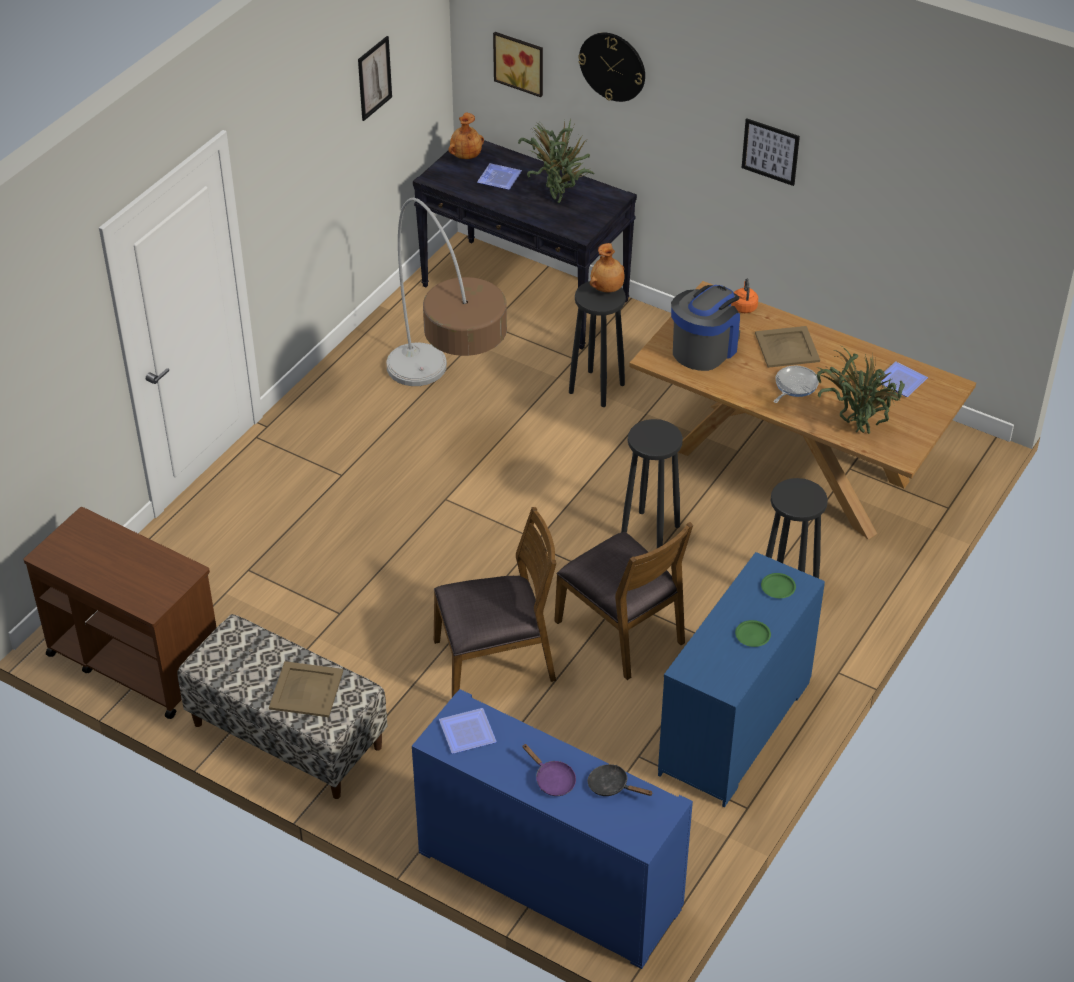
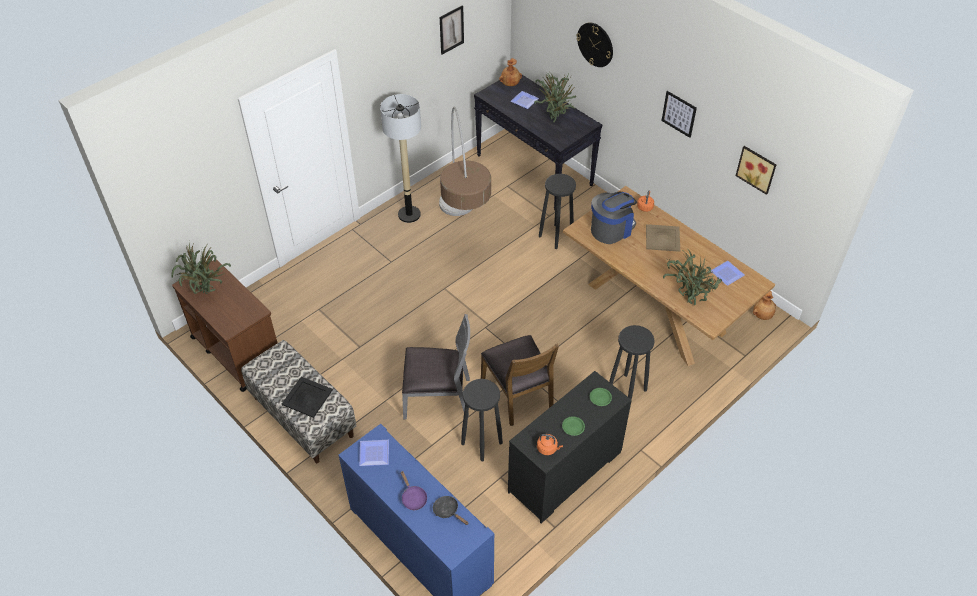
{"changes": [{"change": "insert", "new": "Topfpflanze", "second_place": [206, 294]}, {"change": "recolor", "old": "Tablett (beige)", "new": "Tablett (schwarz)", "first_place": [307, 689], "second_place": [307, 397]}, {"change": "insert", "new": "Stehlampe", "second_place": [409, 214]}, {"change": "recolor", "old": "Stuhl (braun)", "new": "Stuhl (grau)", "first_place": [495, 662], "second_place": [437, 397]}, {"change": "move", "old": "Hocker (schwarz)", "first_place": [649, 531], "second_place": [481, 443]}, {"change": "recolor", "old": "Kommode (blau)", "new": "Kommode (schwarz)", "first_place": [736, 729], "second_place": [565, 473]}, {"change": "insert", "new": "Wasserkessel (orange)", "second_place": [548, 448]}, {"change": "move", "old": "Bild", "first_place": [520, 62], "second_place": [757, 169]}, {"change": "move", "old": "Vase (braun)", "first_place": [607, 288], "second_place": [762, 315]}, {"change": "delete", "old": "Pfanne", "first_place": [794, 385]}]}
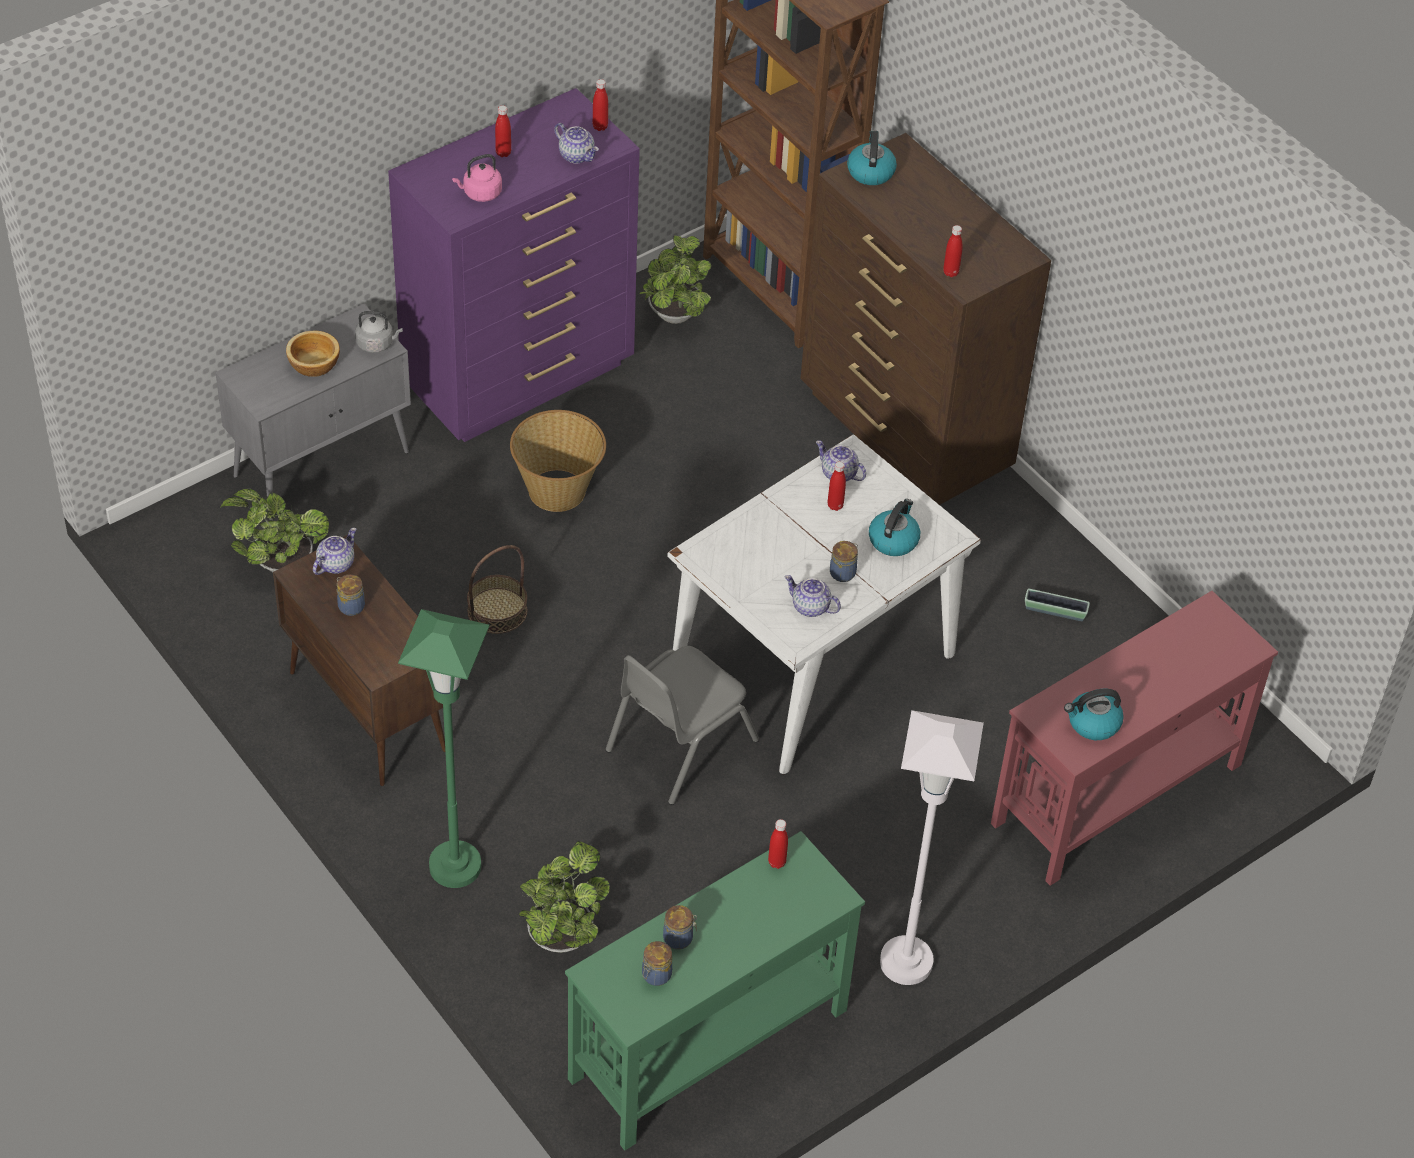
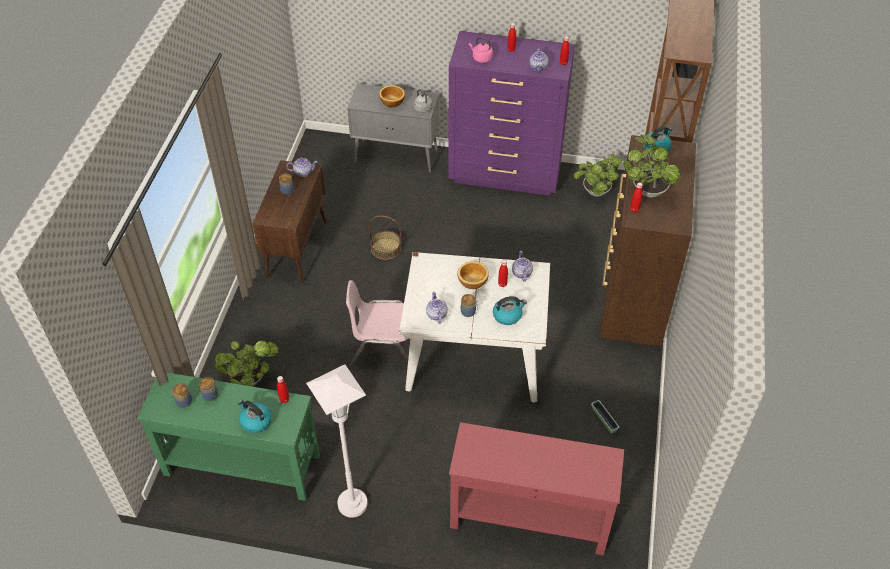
{"changes": [{"change": "move", "old": "Wasserkessel", "first_place": [1093, 723], "second_place": [255, 421]}, {"change": "recolor", "old": "Stuhl (grau)", "new": "Stuhl (rosa)", "first_place": [679, 744], "second_place": [383, 347]}, {"change": "insert", "new": "Schüssel", "second_place": [472, 281]}, {"change": "move", "old": "Topfpflanze", "first_place": [279, 562], "second_place": [647, 189]}, {"change": "delete", "old": "Stehlampe (grün)", "first_place": [455, 866]}, {"change": "delete", "old": "Korb", "first_place": [558, 490]}]}
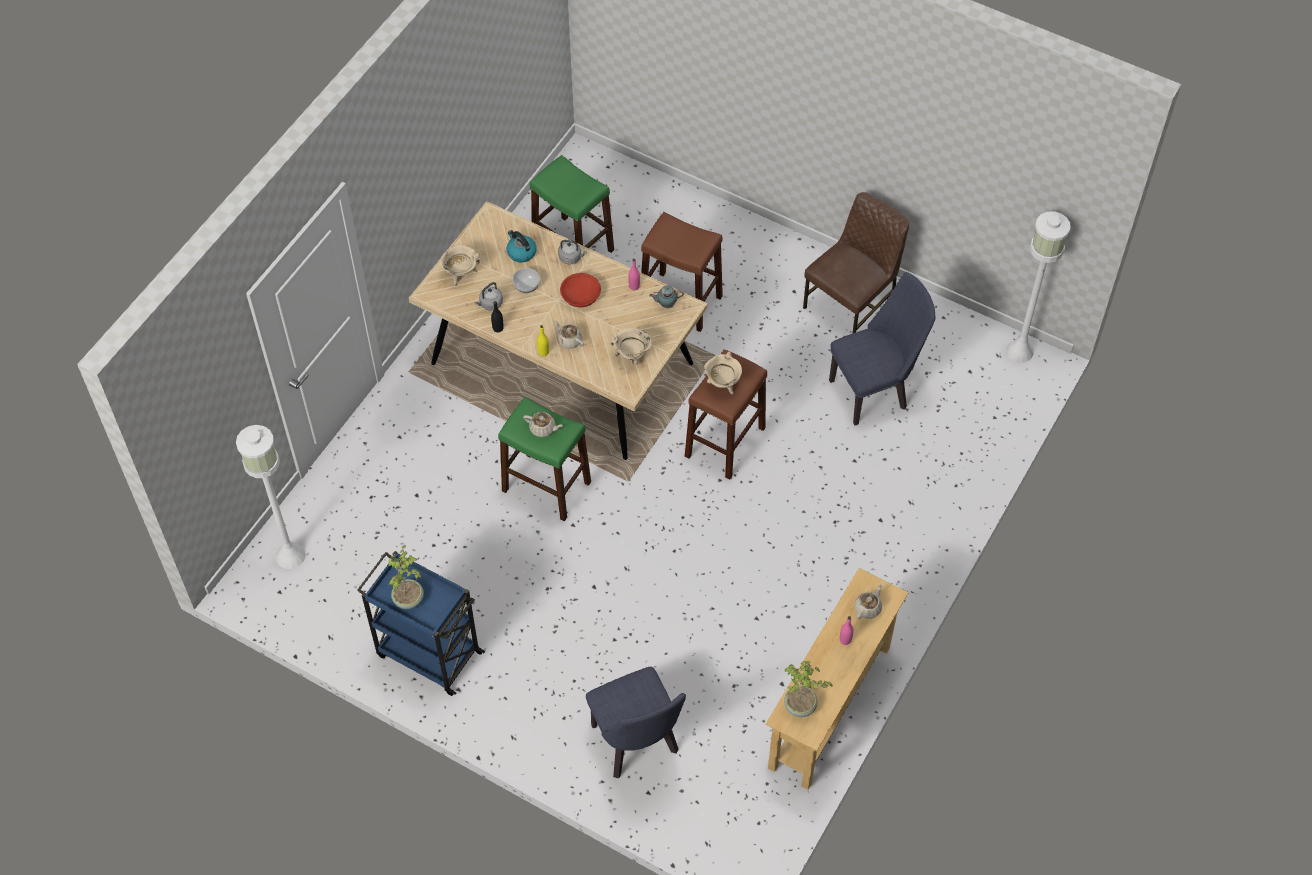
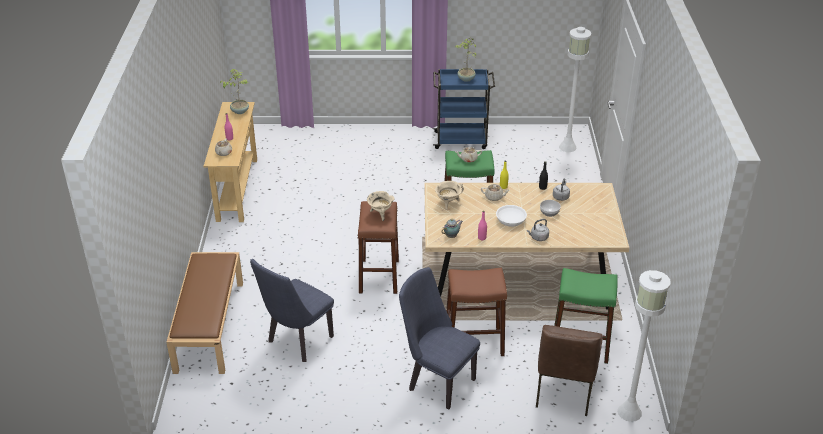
{"changes": [{"change": "insert", "new": "Bank (braun)", "second_place": [209, 325]}, {"change": "move", "old": "Stuhl (blau)", "first_place": [637, 745], "second_place": [437, 381]}, {"change": "recolor", "old": "Schüssel (rot)", "new": "Schüssel (weiß)", "first_place": [580, 295], "second_place": [511, 220]}, {"change": "move", "old": "Stuhl (braun)", "first_place": [851, 304], "second_place": [564, 390]}, {"change": "move", "old": "Stehlampe (weiß)", "first_place": [1020, 351], "second_place": [629, 412]}, {"change": "delete", "old": "Kochtopf (beige)", "first_place": [461, 274]}, {"change": "delete", "old": "Wasserkessel", "first_place": [521, 252]}]}
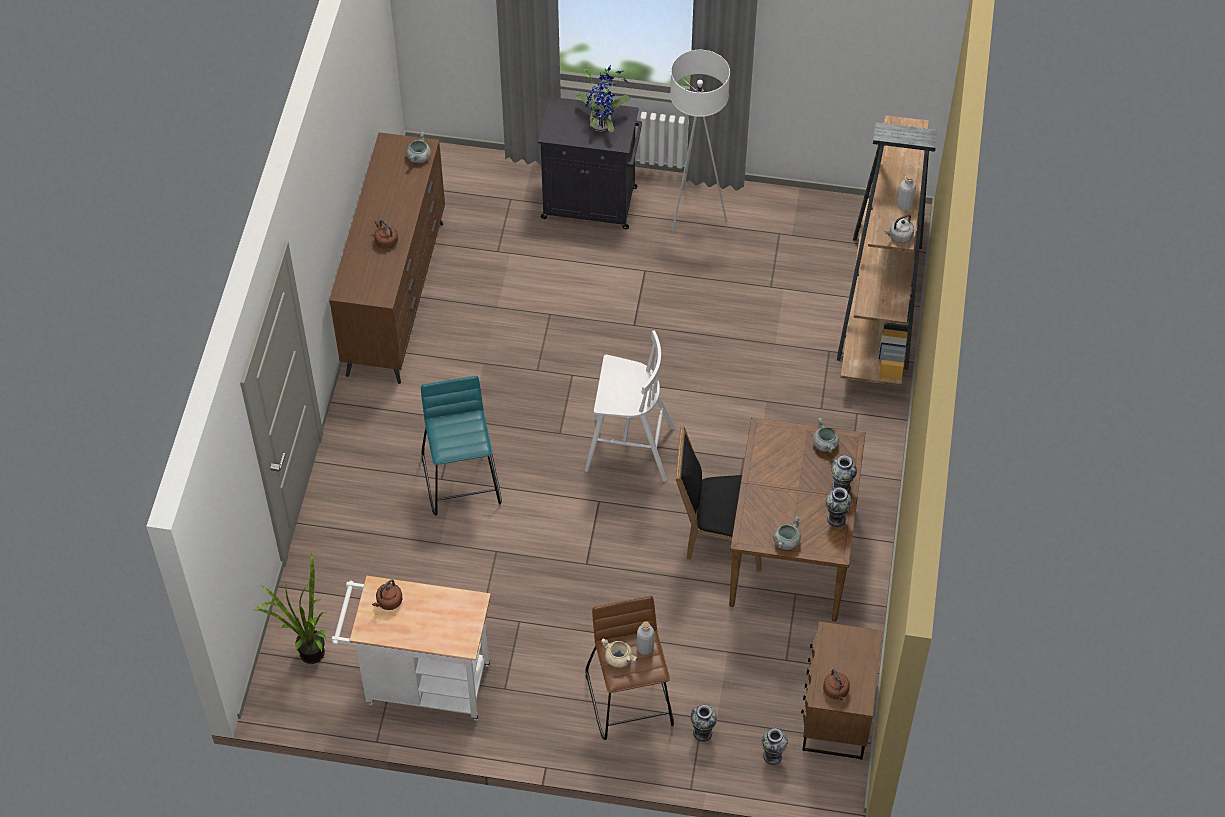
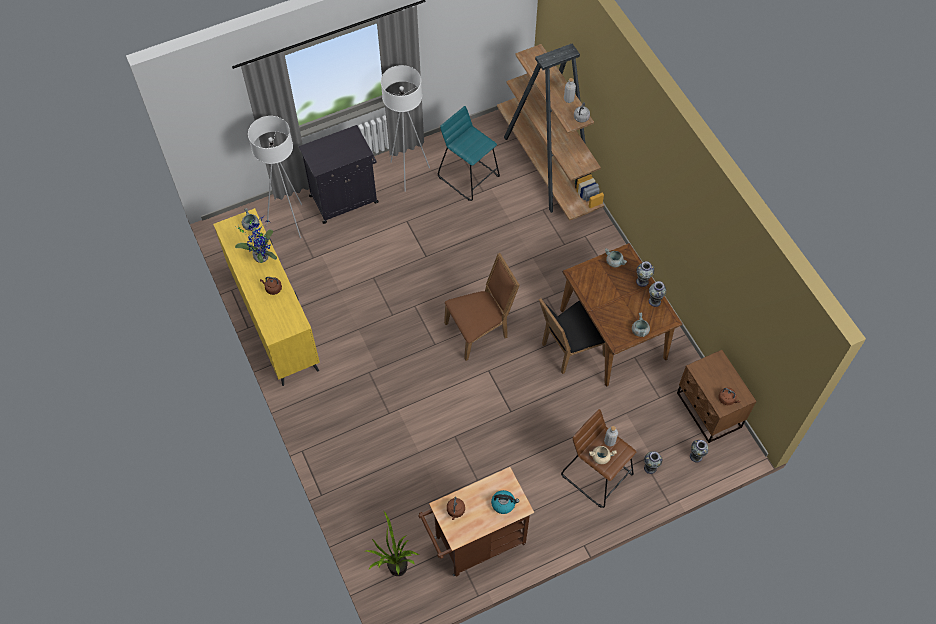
{"changes": [{"change": "recolor", "old": "Kommode (braun)", "new": "Kommode (gelb)", "first_place": [396, 297], "second_place": [275, 320]}, {"change": "move", "old": "Topfpflanze", "first_place": [602, 123], "second_place": [261, 255]}, {"change": "insert", "new": "Stehlampe (weiß)", "second_place": [290, 221]}, {"change": "recolor", "old": "Rollwagen (weiß)", "new": "Rollwagen (braun)", "first_place": [420, 683], "second_place": [475, 543]}, {"change": "move", "old": "Hocker (türkis)", "first_place": [462, 480], "second_place": [469, 176]}, {"change": "replace", "old": "Hocker (weiß)", "new": "Stuhl (braun)", "first_place": [627, 449], "second_place": [480, 330]}, {"change": "insert", "new": "Wasserkessel", "second_place": [503, 504]}]}
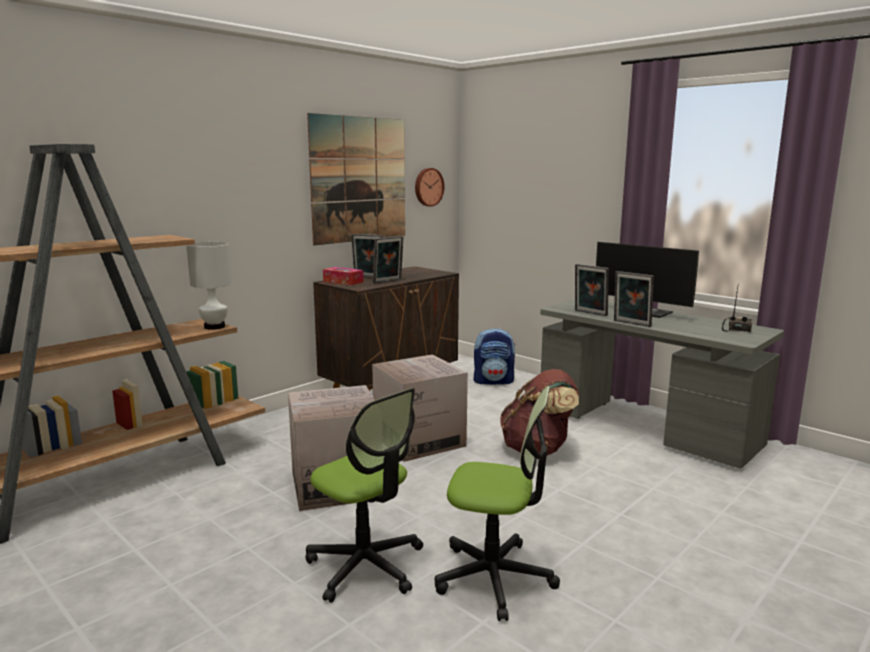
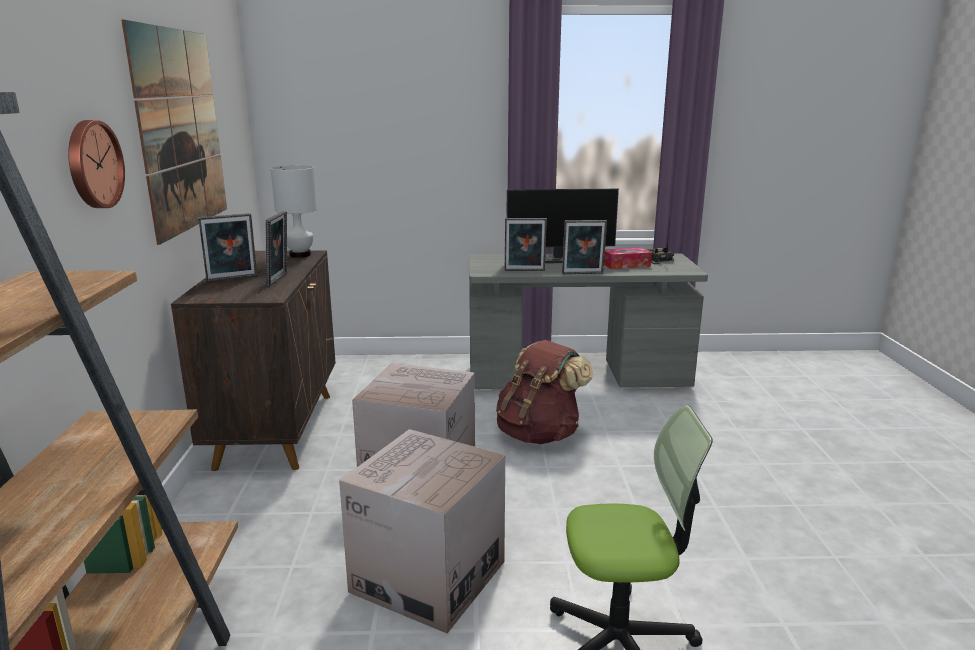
{"changes": [{"change": "move", "old": "Wanduhr", "first_place": [428, 187], "second_place": [92, 164]}, {"change": "move", "old": "Tischlampe (weiß)", "first_place": [215, 326], "second_place": [300, 255]}, {"change": "move", "old": "Taschentuchbox", "first_place": [343, 282], "second_place": [626, 265]}, {"change": "delete", "old": "Bürostuhl", "first_place": [494, 577]}, {"change": "delete", "old": "Rucksack", "first_place": [493, 381]}]}
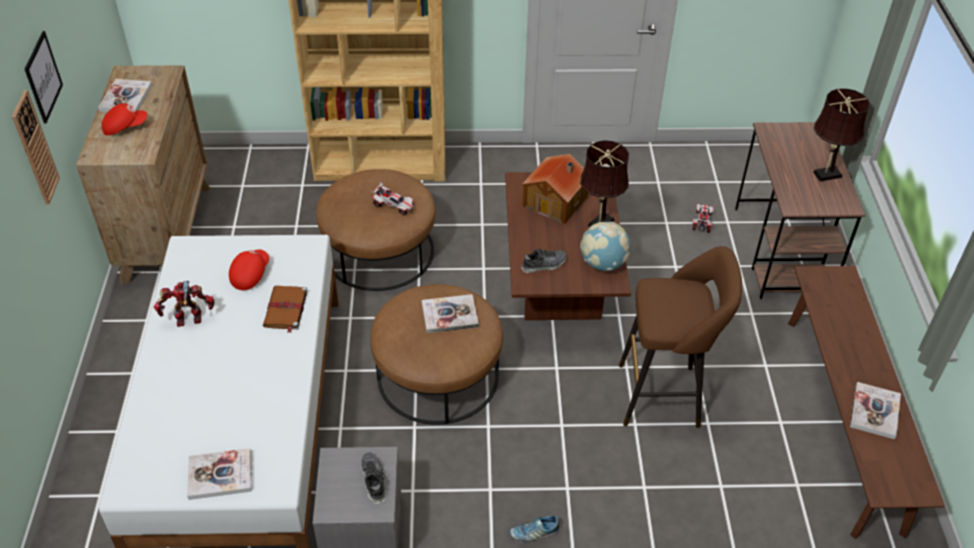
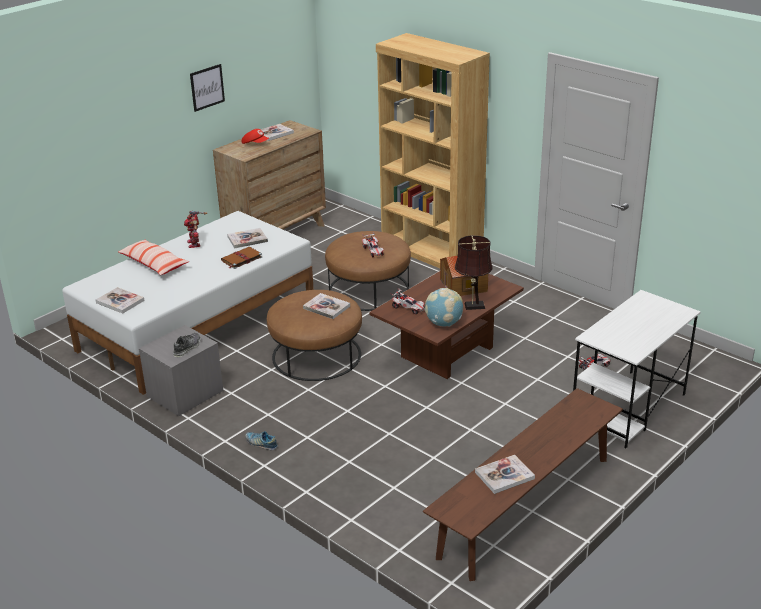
{"changes": [{"change": "insert", "new": "Kissen", "second_place": [154, 264]}, {"change": "rotate", "old": "Spielzeugroboter", "first_place": [189, 320], "second_place": [195, 243], "degrees": -135}, {"change": "replace", "old": "Kappe (rot)", "new": "Buch", "first_place": [250, 274], "second_place": [247, 239]}, {"change": "replace", "old": "Schuh", "new": "Spielzeugauto", "first_place": [543, 265], "second_place": [408, 308]}, {"change": "recolor", "old": "Schreibtisch (braun)", "new": "Schreibtisch (weiß)", "first_place": [782, 252], "second_place": [628, 408]}, {"change": "delete", "old": "Wanduhr", "first_place": [35, 148]}, {"change": "delete", "old": "Hocker (braun)", "first_place": [665, 395]}, {"change": "delete", "old": "Tischlampe (braun)", "first_place": [825, 175]}]}
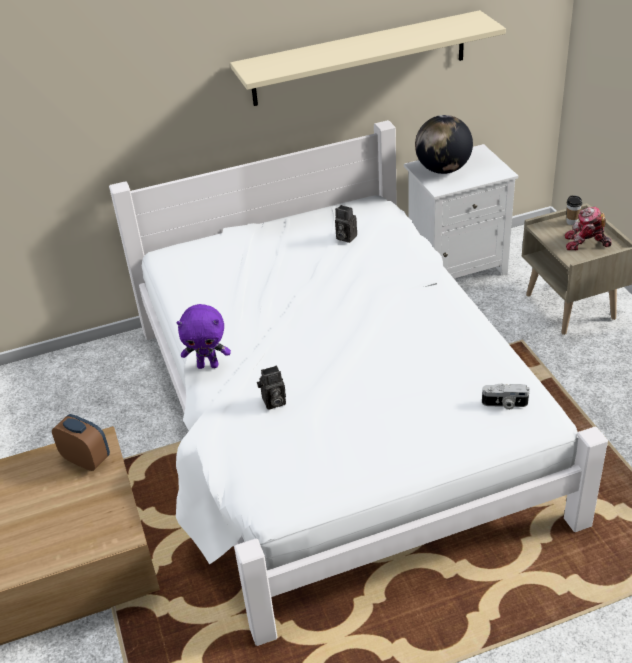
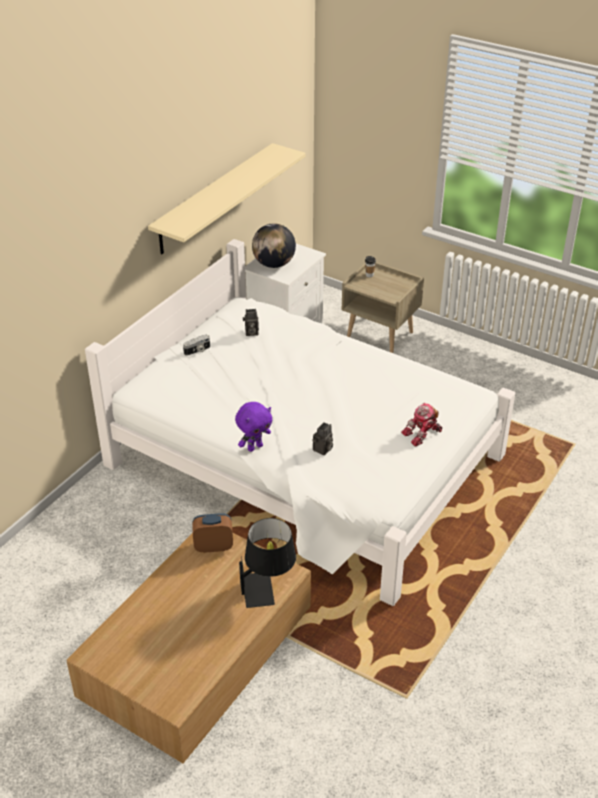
{"changes": [{"change": "move", "old": "Kamera", "first_place": [504, 404], "second_place": [197, 351]}, {"change": "insert", "new": "Tischlampe (schwarz)", "second_place": [267, 588]}, {"change": "move", "old": "Spielzeugroboter", "first_place": [586, 243], "second_place": [423, 434]}]}
